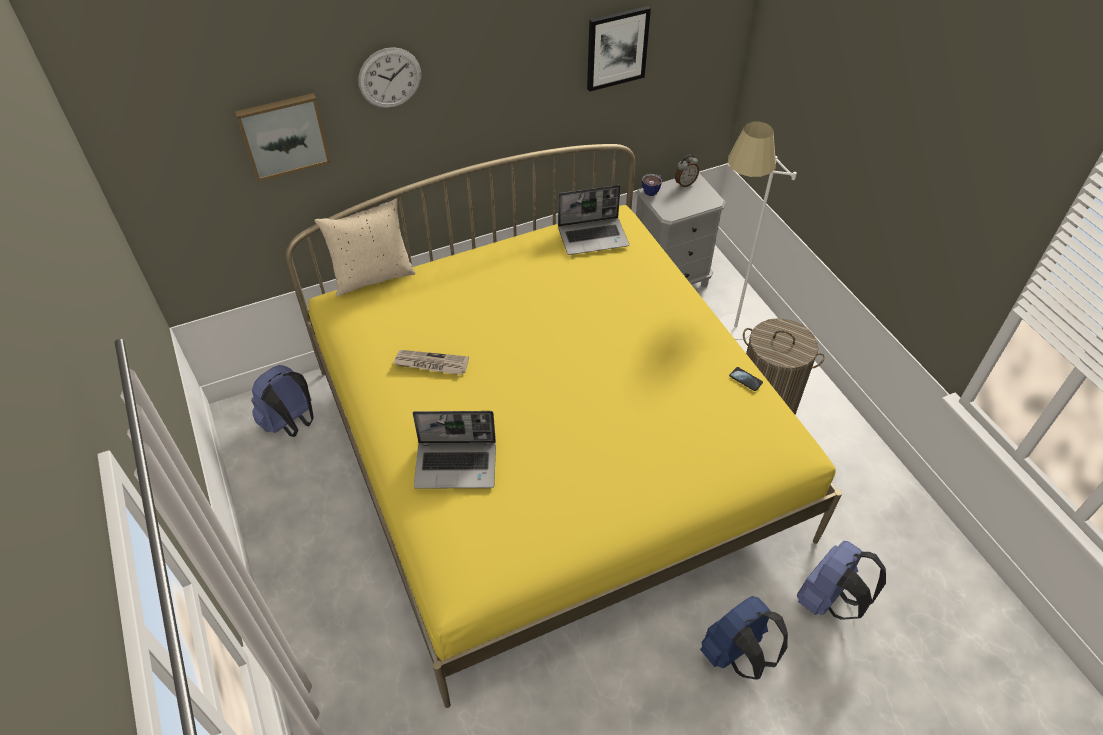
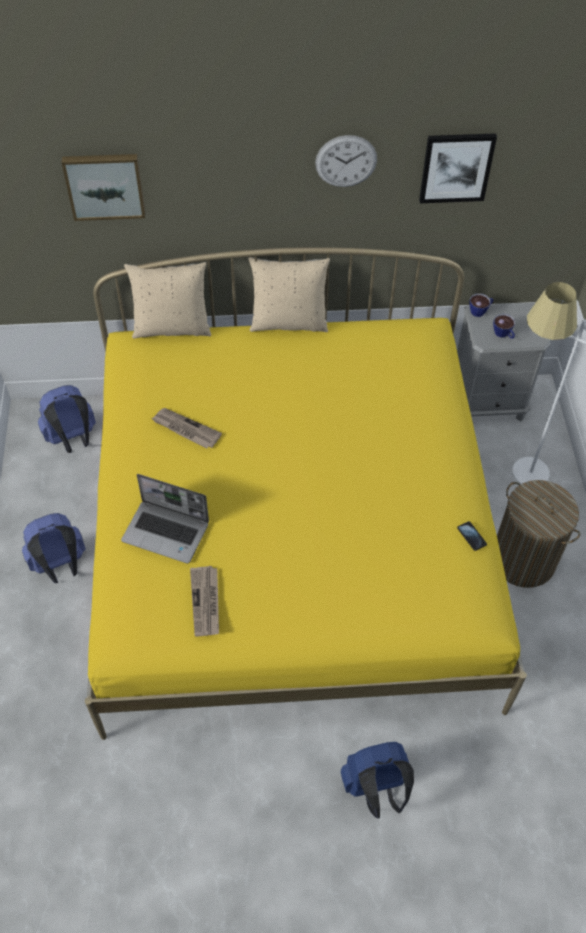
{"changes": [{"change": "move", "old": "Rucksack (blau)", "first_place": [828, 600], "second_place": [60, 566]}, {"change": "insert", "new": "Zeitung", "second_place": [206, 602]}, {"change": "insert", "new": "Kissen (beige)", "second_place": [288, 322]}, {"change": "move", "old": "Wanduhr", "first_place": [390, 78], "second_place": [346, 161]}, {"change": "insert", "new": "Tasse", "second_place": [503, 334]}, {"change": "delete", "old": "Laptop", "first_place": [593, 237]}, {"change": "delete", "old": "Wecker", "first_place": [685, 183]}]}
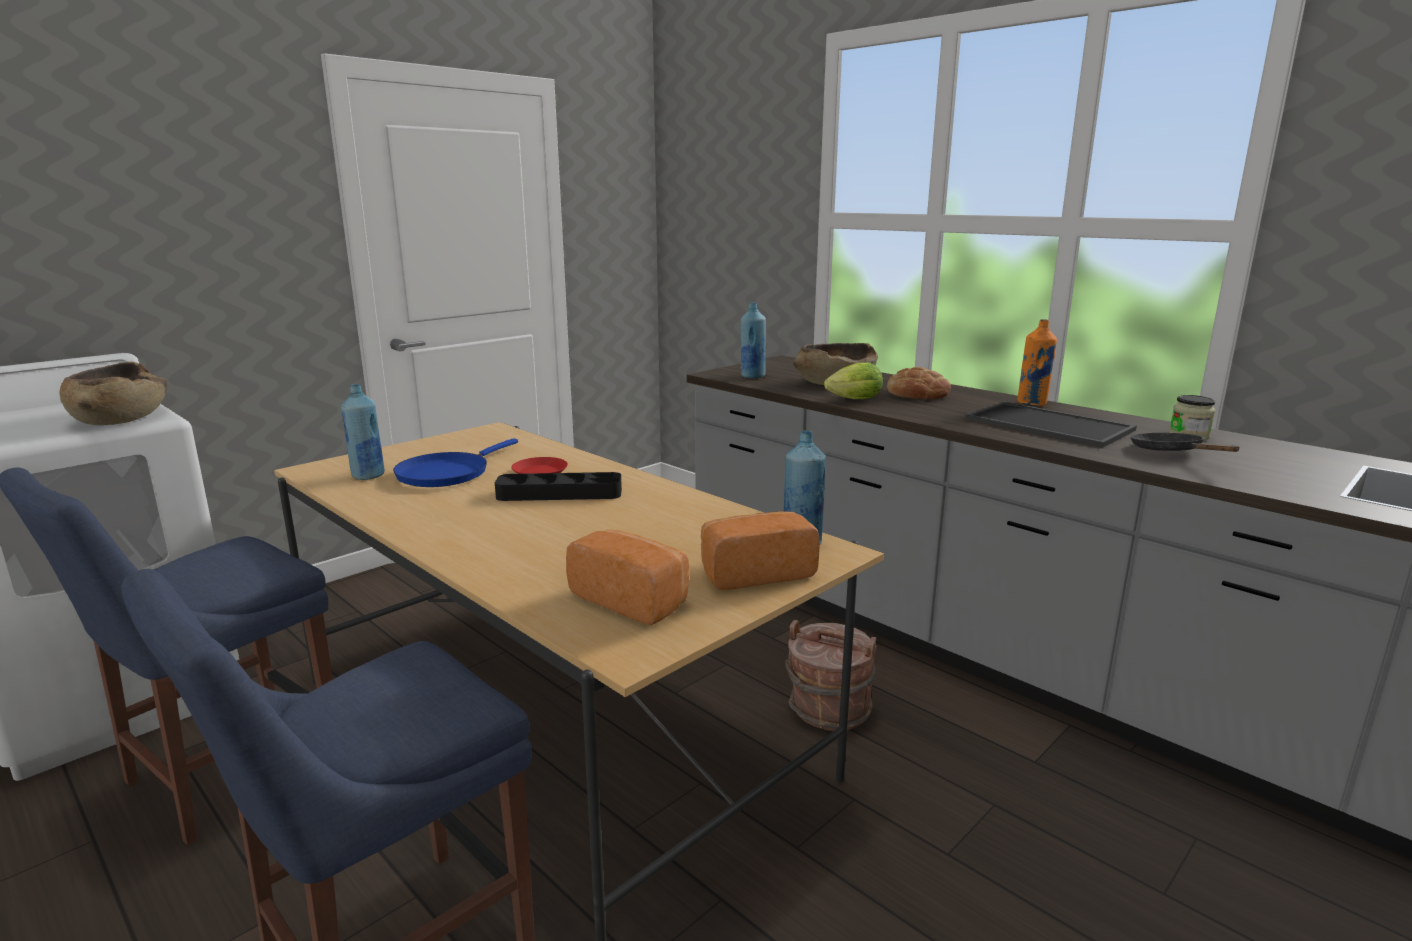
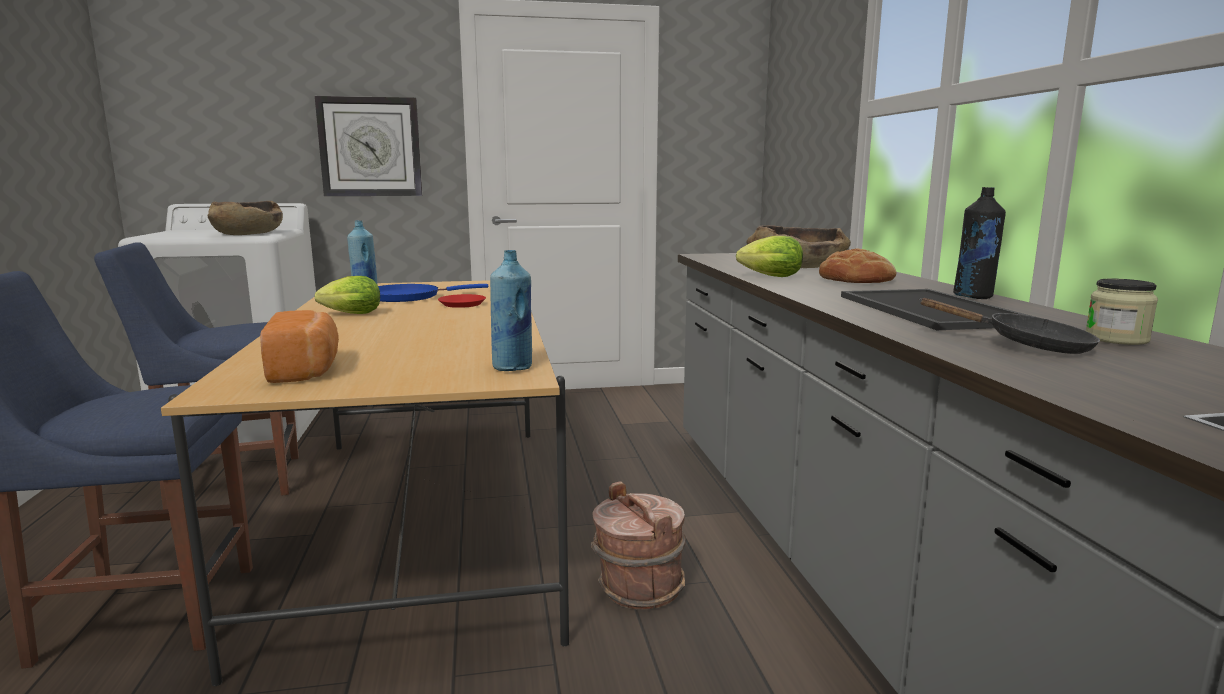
{"changes": [{"change": "insert", "new": "Wanduhr", "second_place": [370, 147]}, {"change": "insert", "new": "Salatkopf", "second_place": [348, 314]}, {"change": "rotate", "old": "Pfanne (schwarz)", "first_place": [1171, 452], "second_place": [1026, 345], "degrees": 105}, {"change": "recolor", "old": "Flasche (orange)", "new": "Flasche (schwarz)", "first_place": [1032, 404], "second_place": [973, 297]}, {"change": "delete", "old": "Tablett (schwarz)", "first_place": [559, 494]}, {"change": "delete", "old": "Brot", "first_place": [755, 572]}, {"change": "delete", "old": "Flasche (blau)", "first_place": [752, 376]}]}
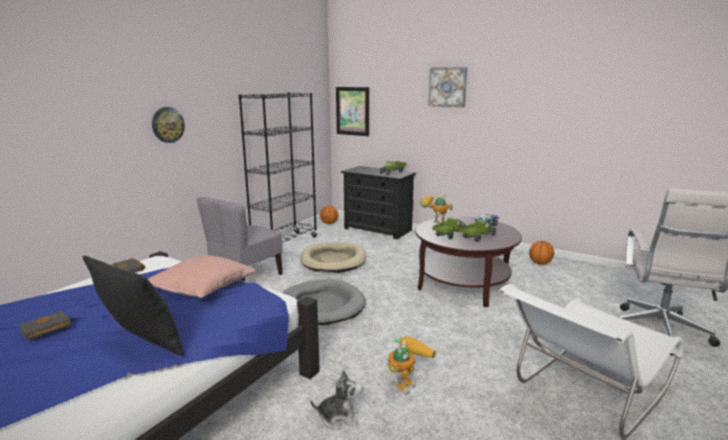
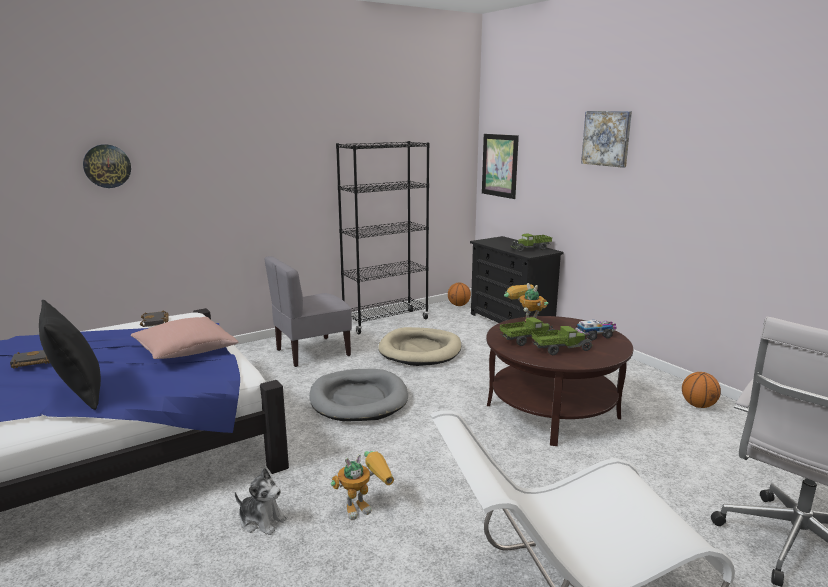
{"changes": [{"change": "move", "old": "Wanduhr", "first_place": [167, 125], "second_place": [107, 166]}]}
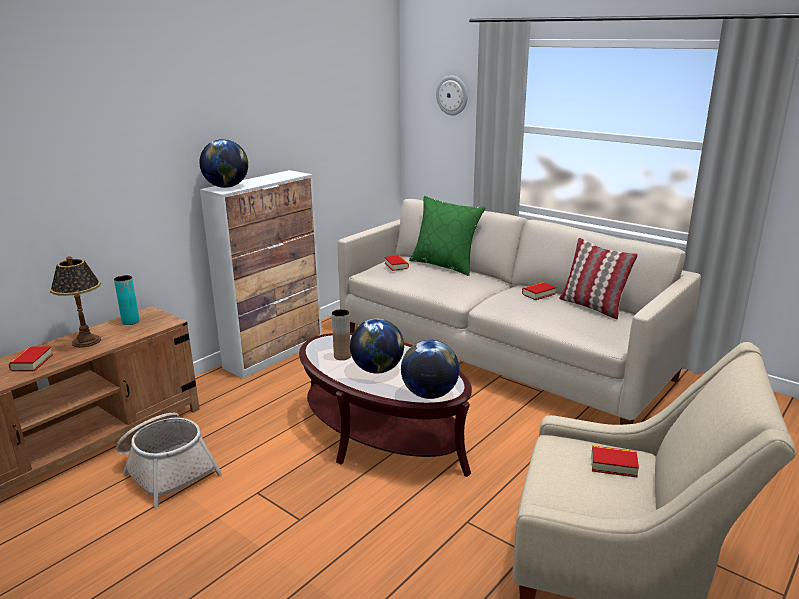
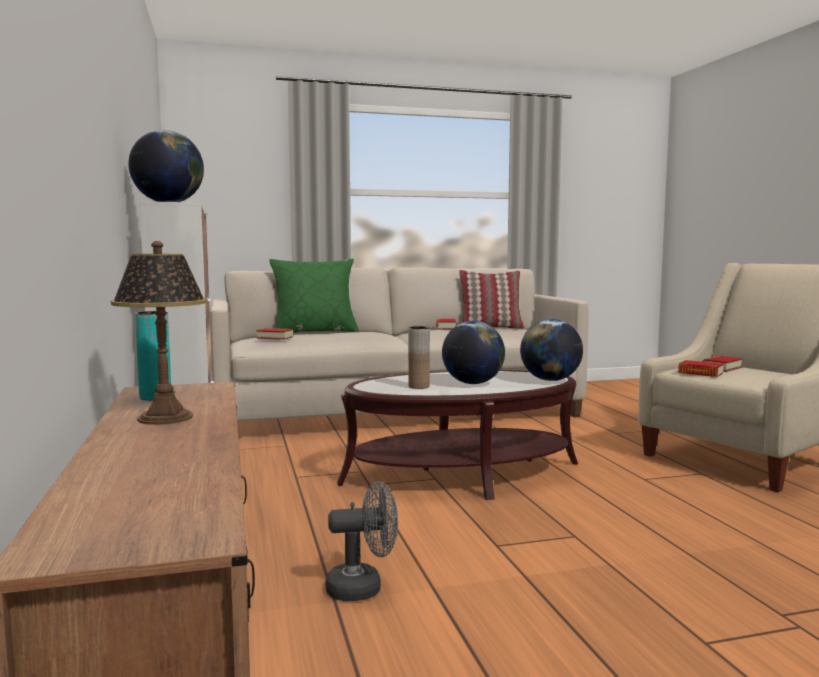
{"changes": [{"change": "replace", "old": "Korb", "new": "Ventilator (grau)", "first_place": [167, 469], "second_place": [363, 587]}, {"change": "move", "old": "Buch", "first_place": [32, 362], "second_place": [700, 373]}, {"change": "delete", "old": "Wanduhr", "first_place": [452, 95]}]}
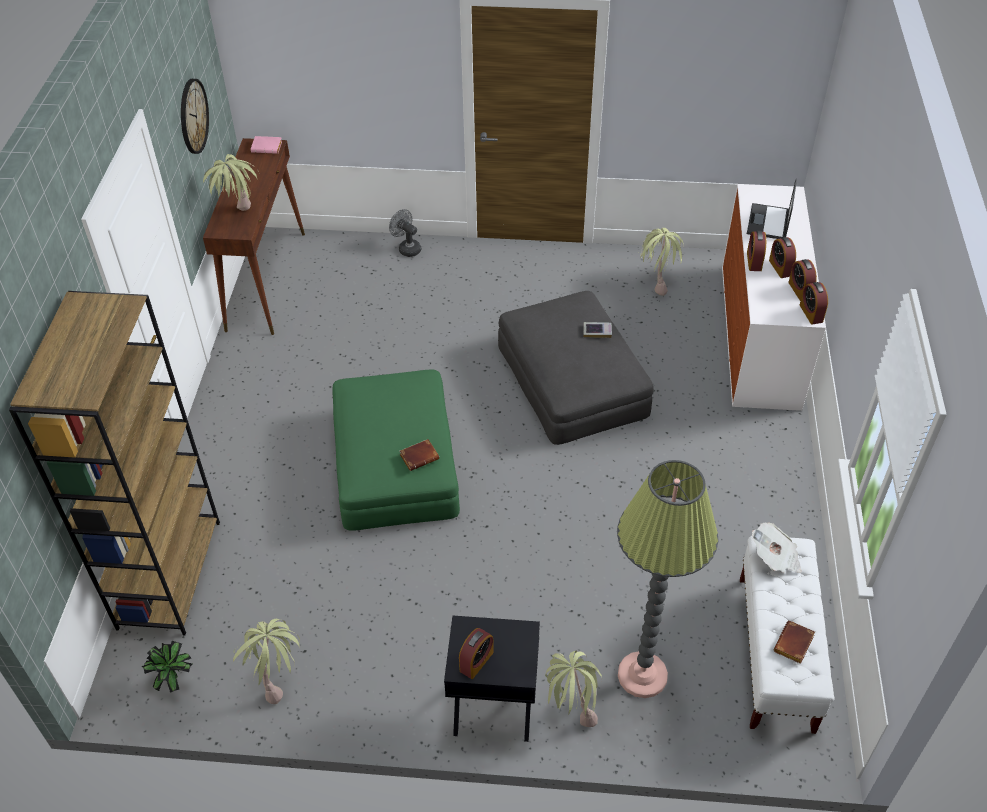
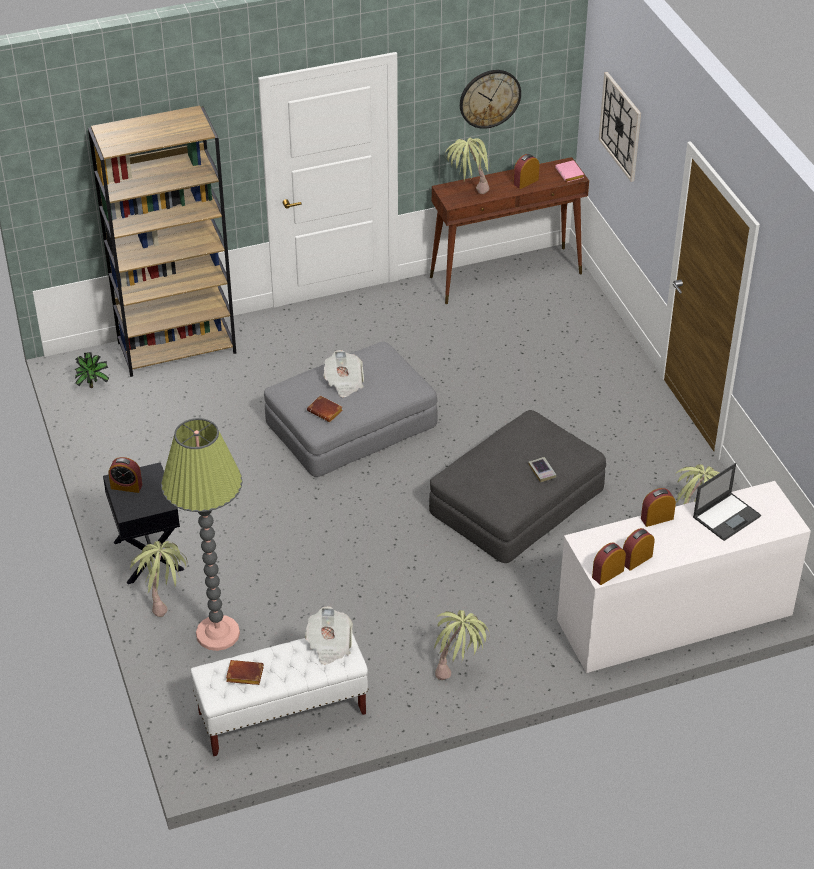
{"changes": [{"change": "recolor", "old": "Polsterhocker (grün)", "new": "Polsterhocker (grau)", "first_place": [394, 462], "second_place": [351, 423]}, {"change": "insert", "new": "Zeitung", "second_place": [344, 383]}, {"change": "move", "old": "Topfpflanze", "first_place": [277, 679], "second_place": [459, 670]}, {"change": "move", "old": "Wecker", "first_place": [780, 268], "second_place": [525, 182]}, {"change": "insert", "new": "Wanduhr", "second_place": [620, 126]}, {"change": "rotate", "old": "Laptop", "first_place": [768, 222], "second_place": [727, 516], "degrees": 150}, {"change": "delete", "old": "Ventilator (grau)", "first_place": [407, 248]}]}
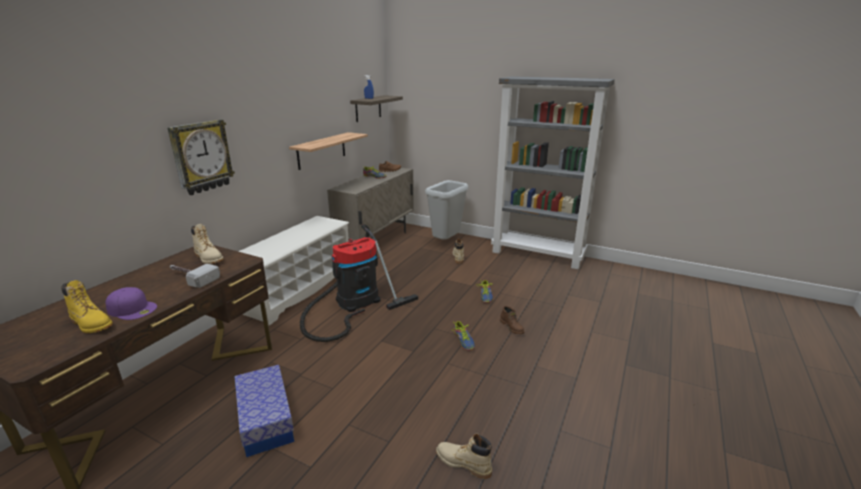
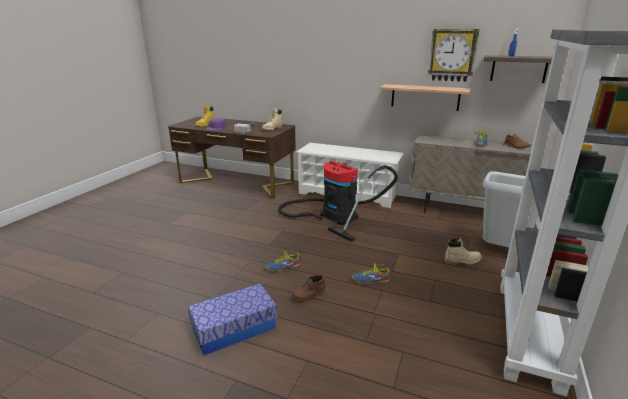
{"changes": [{"change": "move", "old": "Aufbewahrungsbox", "first_place": [266, 420], "second_place": [234, 329]}, {"change": "move", "old": "Wanduhr", "first_place": [201, 157], "second_place": [452, 55]}, {"change": "delete", "old": "Stiefel (beige)", "first_place": [463, 463]}]}
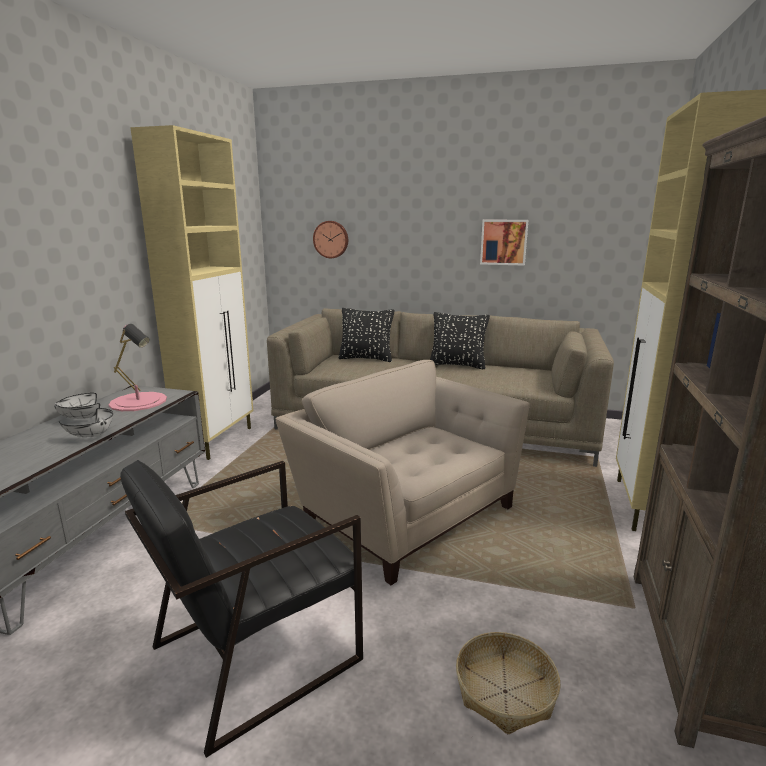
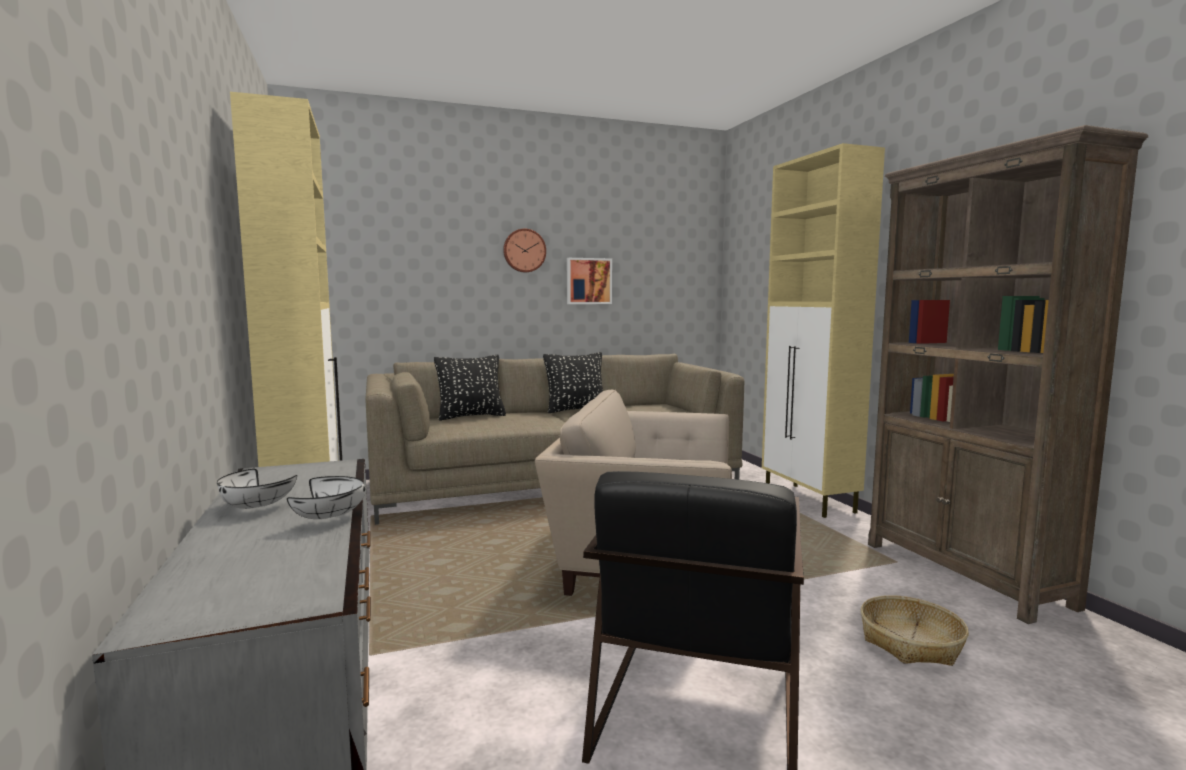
{"changes": [{"change": "move", "old": "Wanduhr", "first_place": [331, 239], "second_place": [524, 250]}, {"change": "delete", "old": "Tischlampe (rosa)", "first_place": [138, 401]}]}
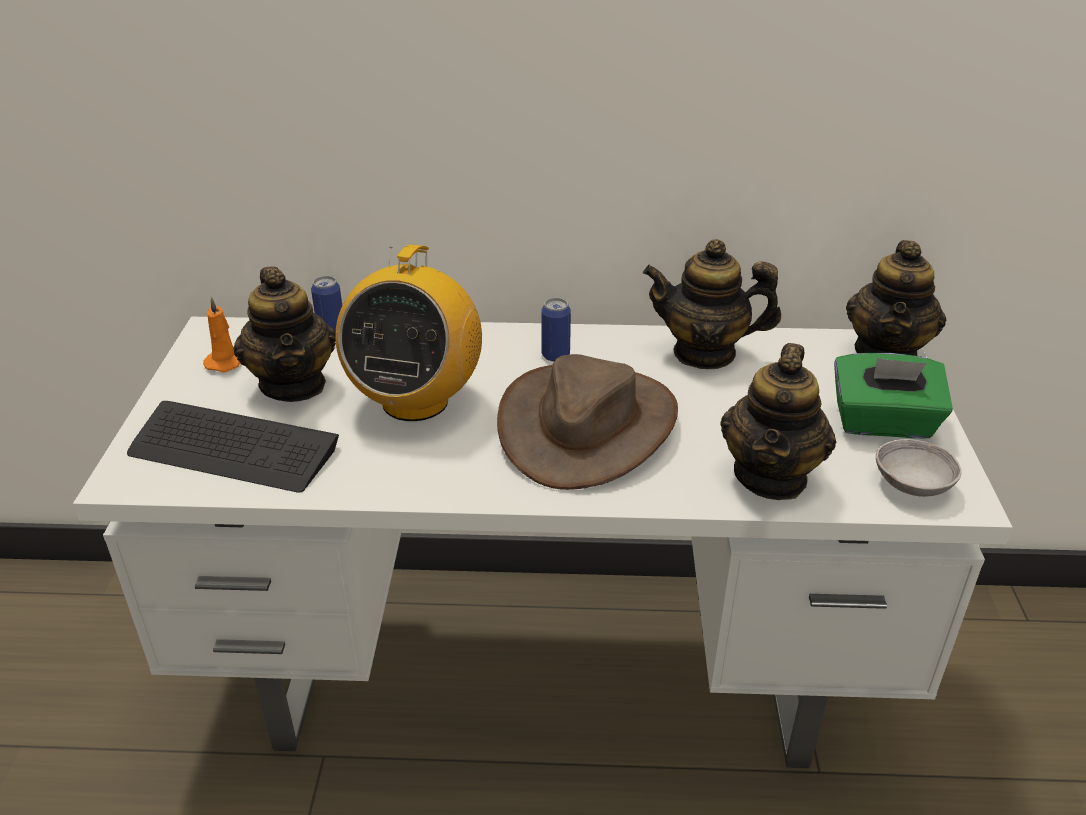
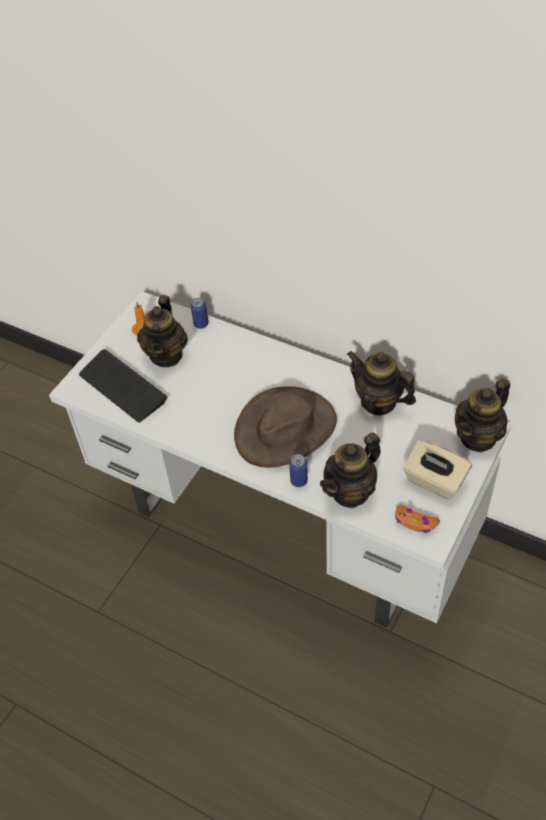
{"changes": [{"change": "move", "old": "Dose", "first_place": [555, 355], "second_place": [299, 481]}, {"change": "replace", "old": "Schüssel (grau)", "new": "Gamepad (orange)", "first_place": [912, 485], "second_place": [415, 522]}, {"change": "recolor", "old": "Taschentuchbox (grün)", "new": "Taschentuchbox (beige)", "first_place": [883, 423], "second_place": [434, 481]}, {"change": "delete", "old": "Radio", "first_place": [415, 400]}]}
